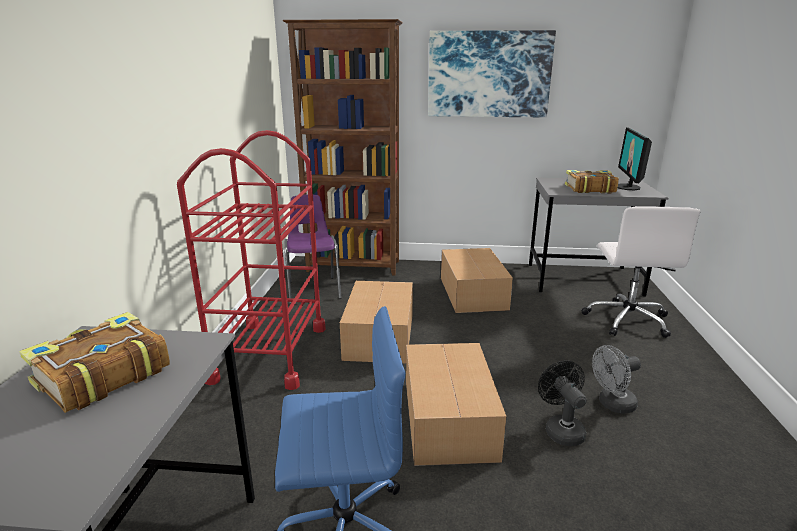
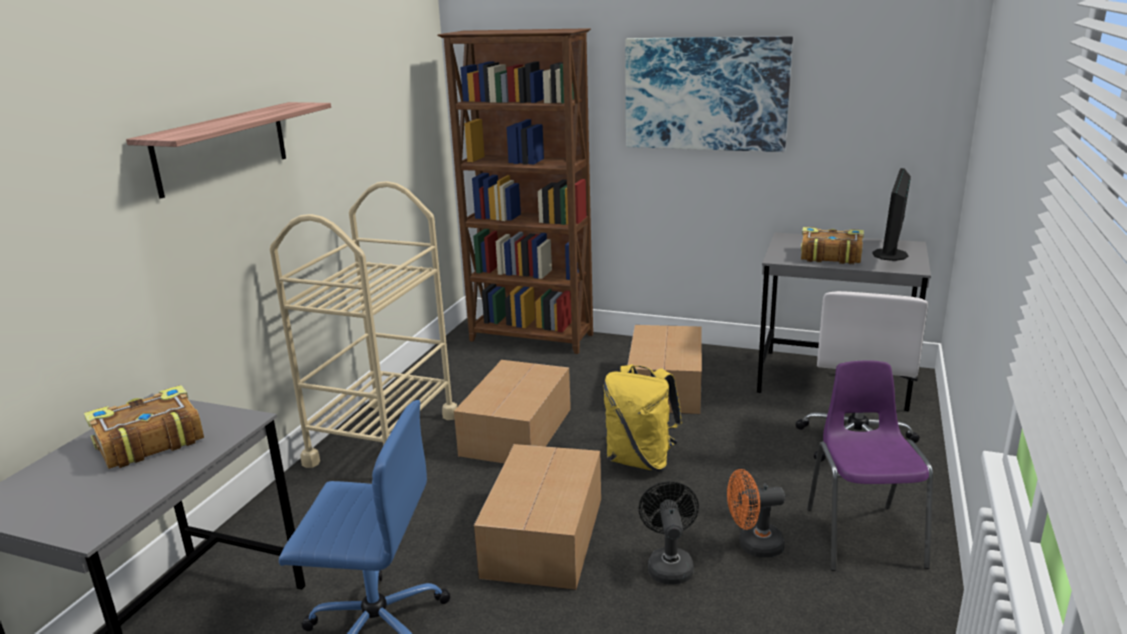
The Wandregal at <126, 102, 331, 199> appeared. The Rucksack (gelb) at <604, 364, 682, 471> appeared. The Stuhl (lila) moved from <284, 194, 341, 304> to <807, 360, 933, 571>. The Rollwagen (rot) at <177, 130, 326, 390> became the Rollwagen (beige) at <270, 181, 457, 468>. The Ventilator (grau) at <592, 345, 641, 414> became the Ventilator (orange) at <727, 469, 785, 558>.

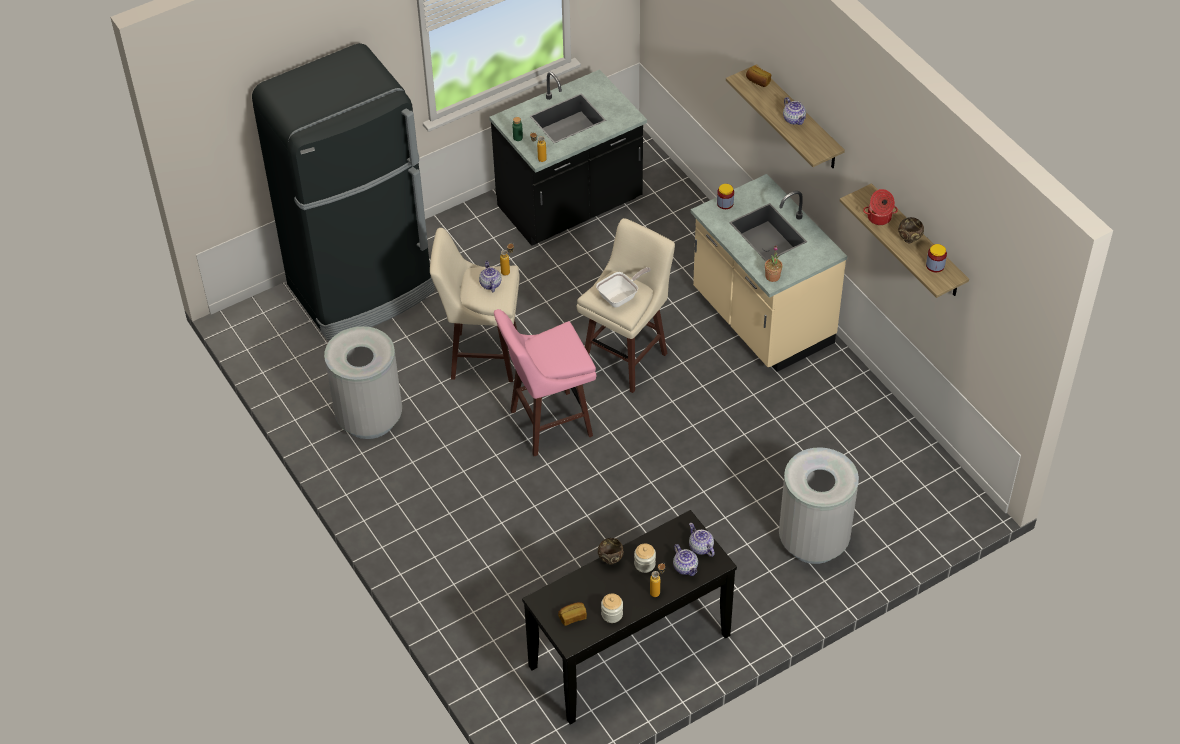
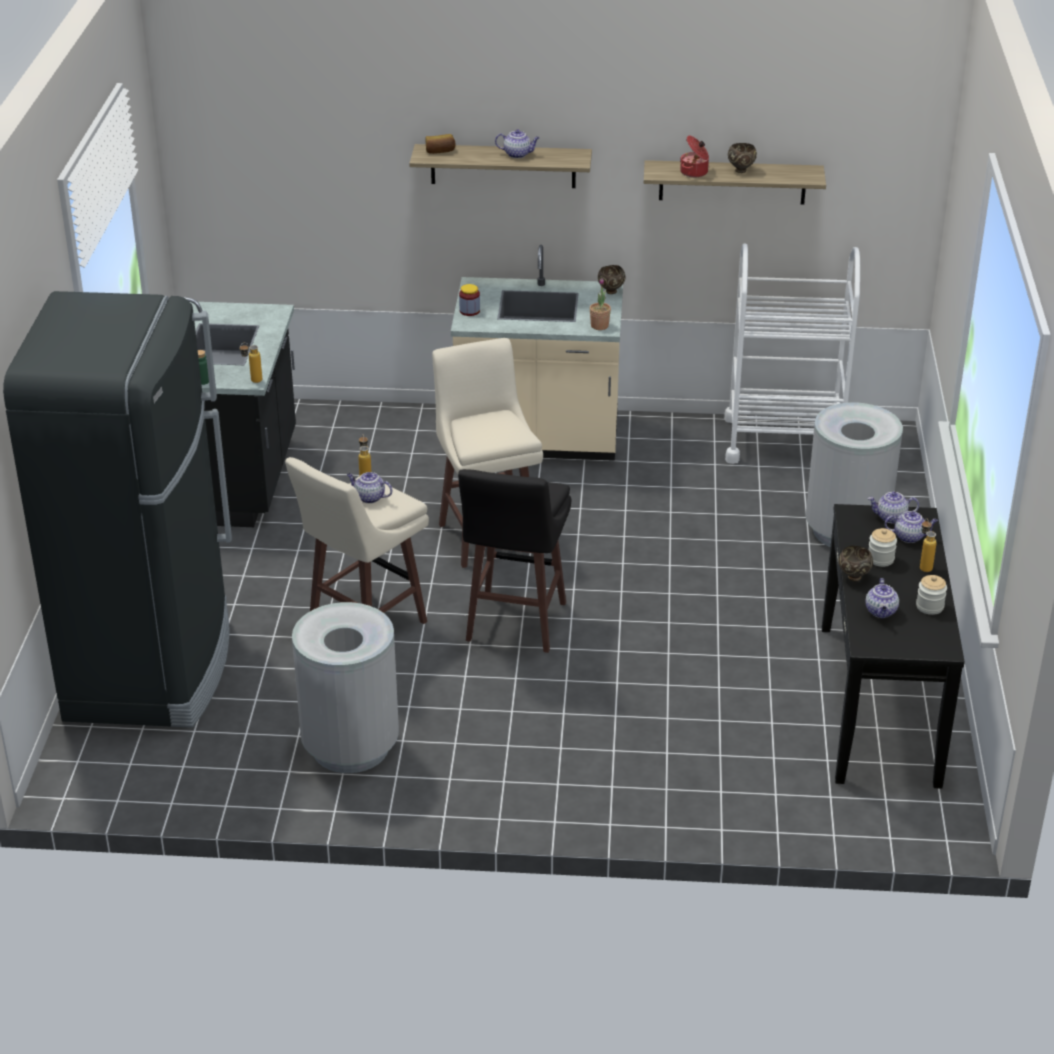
The Brot at <558, 602, 587, 626> disappeared. The Pfanne at <596, 267, 651, 308> disappeared. The Vorratsglas at <926, 244, 947, 272> disappeared. The Schüssel (braun) at <598, 265, 625, 294> appeared. The Rollwagen (weiß) at <724, 243, 860, 464> appeared. The Teekanne at <865, 578, 899, 618> appeared. The Hocker (rosa) at <494, 309, 596, 456> became the Hocker (schwarz) at <458, 469, 571, 653>.

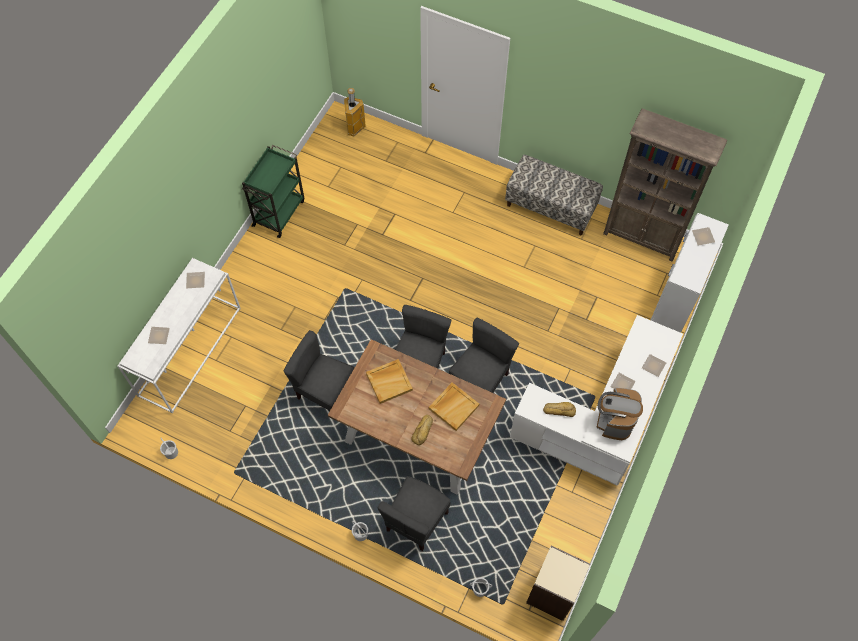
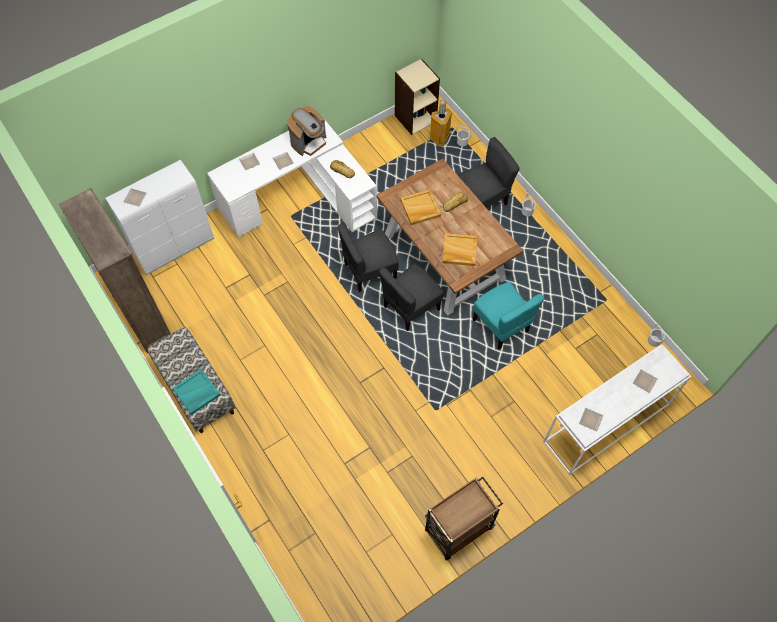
The Tablett (türkis) at <173, 369, 220, 415> appeared. The Mülleimer moved from <344, 88, 366, 137> to <430, 100, 452, 146>. The Rollwagen (grün) at <242, 145, 305, 238> became the Rollwagen (braun) at <425, 476, 503, 560>. The Stuhl (grau) at <284, 330, 355, 411> became the Stuhl (türkis) at <473, 282, 544, 349>.

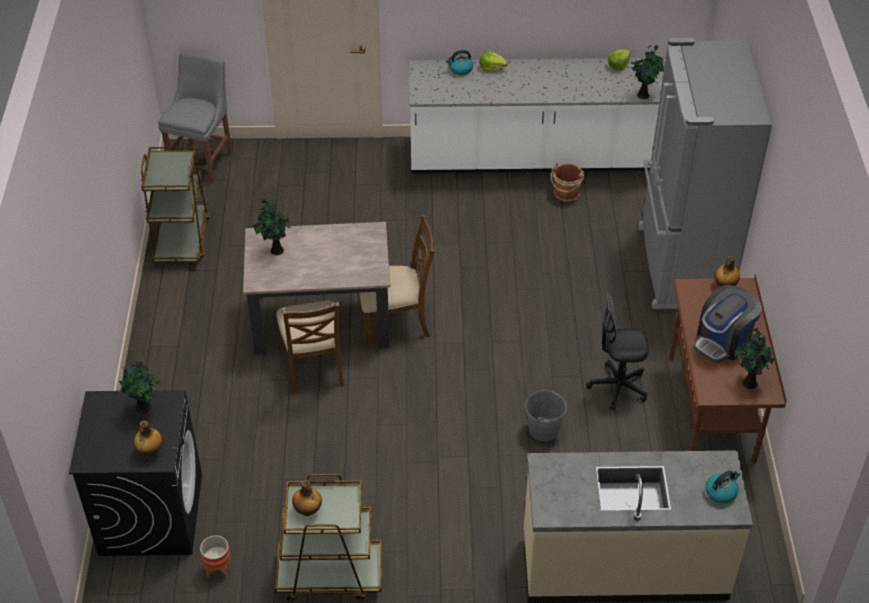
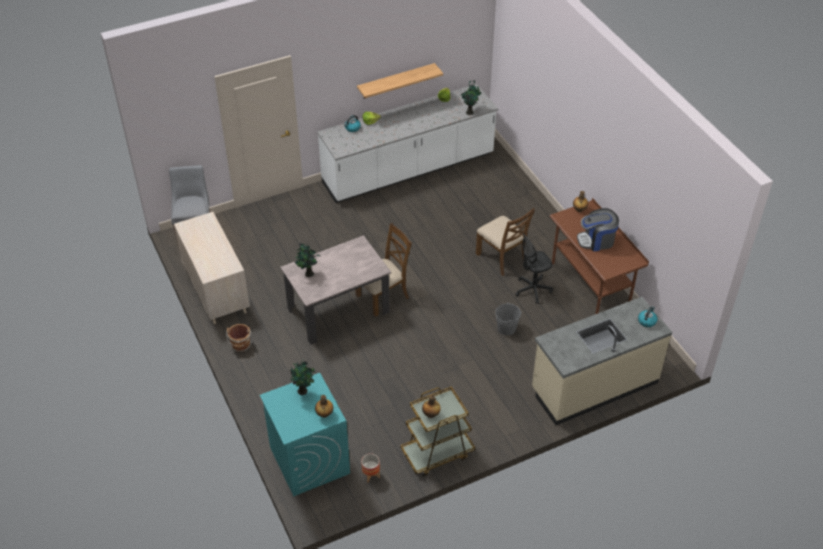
The Kühlschrank (grau) at <638, 38, 772, 309> disappeared. The Topfpflanze at <735, 327, 774, 389> disappeared. The Wandregal at <357, 63, 443, 99> appeared. The Stuhl (braun) moved from <276, 301, 344, 394> to <476, 208, 535, 276>. The Eimer (braun) moved from <551, 163, 584, 202> to <226, 324, 251, 352>. The Rollwagen (braun) at <141, 147, 210, 263> was replaced by the Kommode (beige) at <174, 212, 250, 324>. The Waschmaschine (schwarz) at <69, 390, 202, 556> became the Waschmaschine (türkis) at <260, 373, 350, 496>. The Kaffeemaschine at <693, 285, 762, 363> turned 60 degrees clockwise.

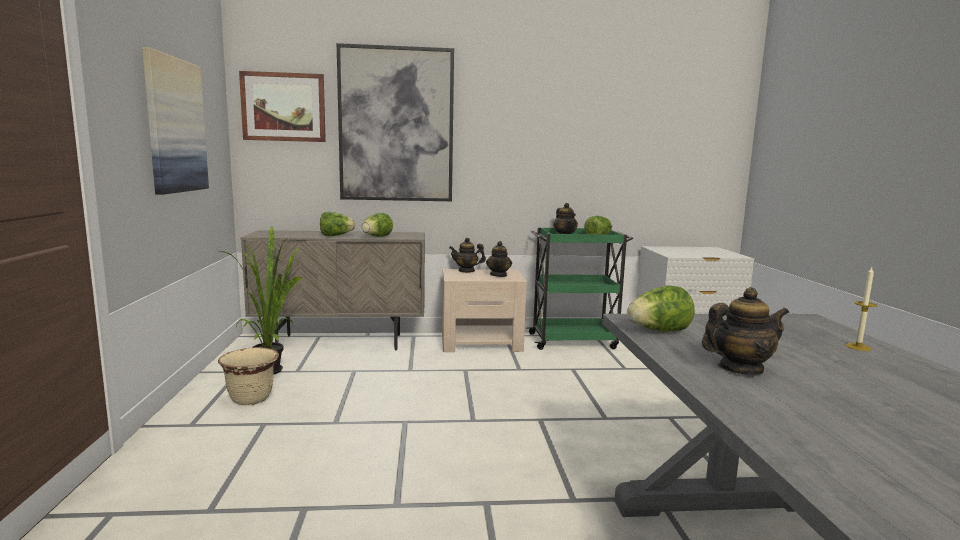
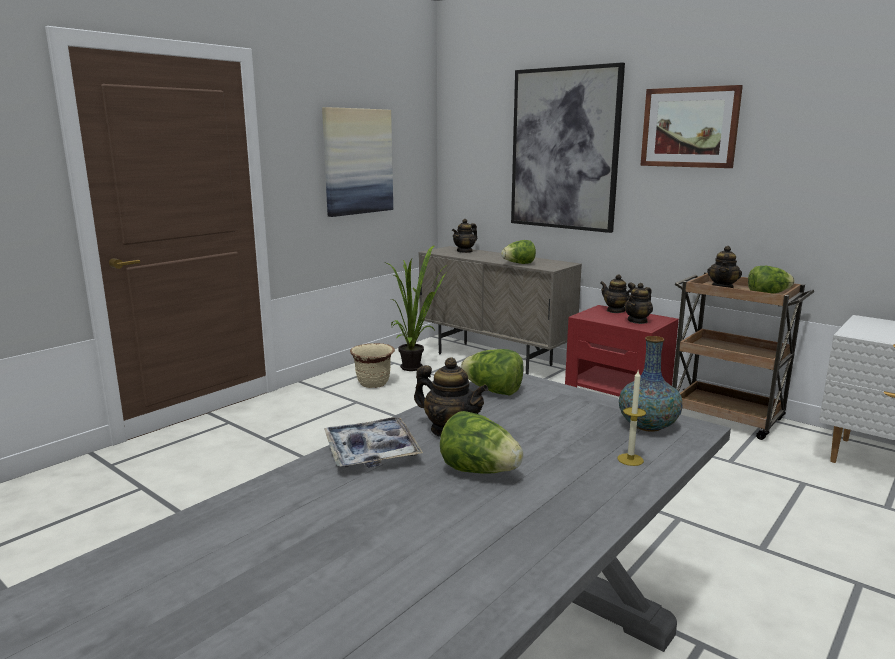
The Tablett at <324, 417, 423, 468> appeared. The Teekanne at <452, 219, 477, 253> appeared. The Vase at <619, 336, 683, 432> appeared. The Bild moved from <239, 71, 326, 142> to <640, 85, 743, 168>. The Salatkopf moved from <320, 212, 355, 236> to <440, 411, 523, 474>. The Nachttisch (beige) at <442, 269, 527, 352> became the Nachttisch (rot) at <565, 305, 679, 396>. The Rollwagen (grün) at <526, 227, 633, 350> became the Rollwagen (braun) at <672, 272, 814, 440>.

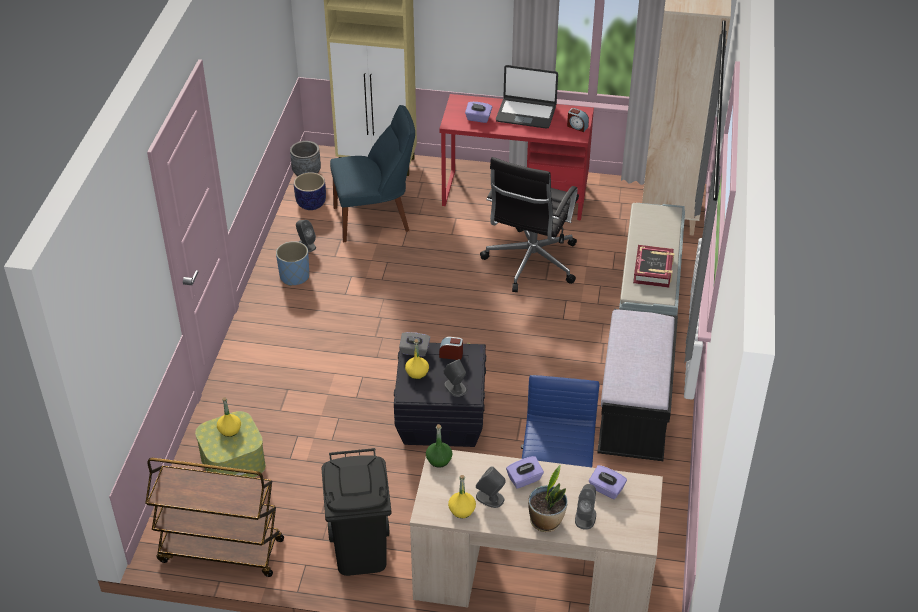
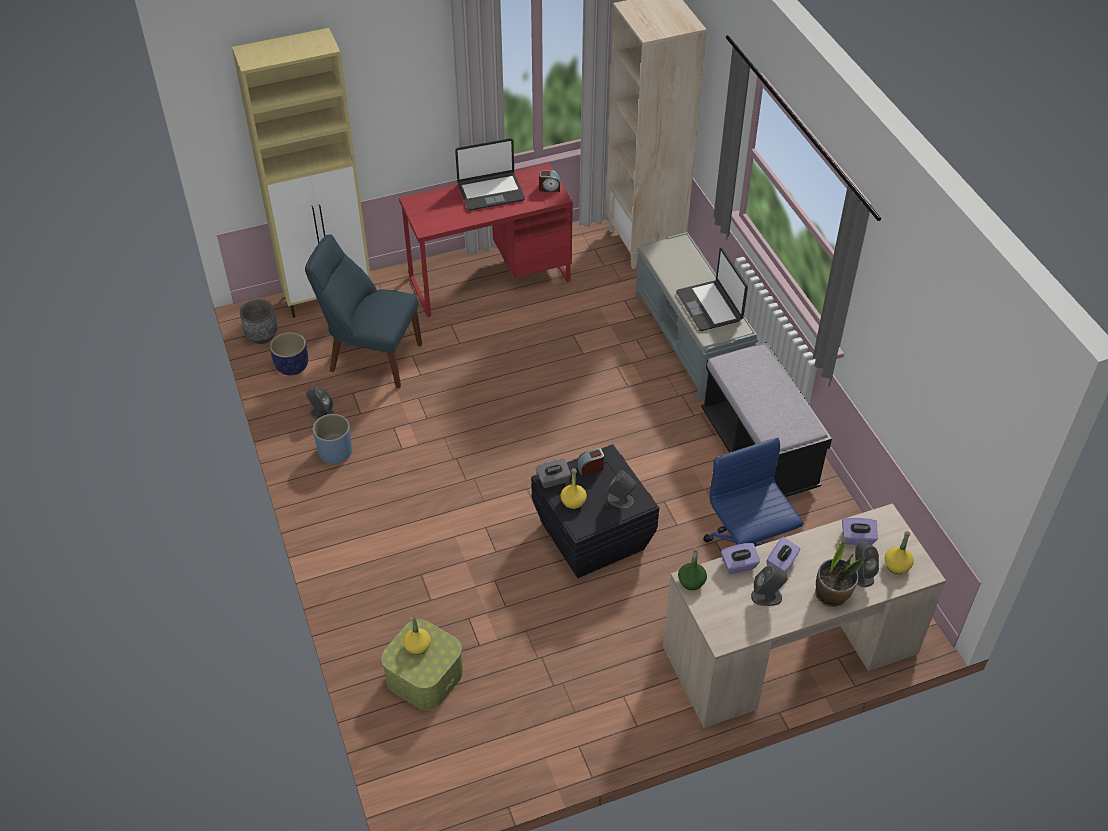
The Rollwagen (braun) at <145, 458, 284, 577> disappeared. The Mülleimer (schwarz) at <321, 448, 392, 576> disappeared. The Bürostuhl (schwarz) at <480, 157, 579, 292> disappeared. The Flasche (gelb) moved from <448, 475, 476, 518> to <885, 531, 914, 574>. The Taschentuchbox (lila) moved from <465, 102, 492, 123> to <721, 543, 760, 574>. The Buch at <633, 245, 674, 288> was replaced by the Laptop at <676, 248, 748, 331>. The Stuhl (blau) at <330, 105, 415, 242> turned 120 degrees counterclockwise.

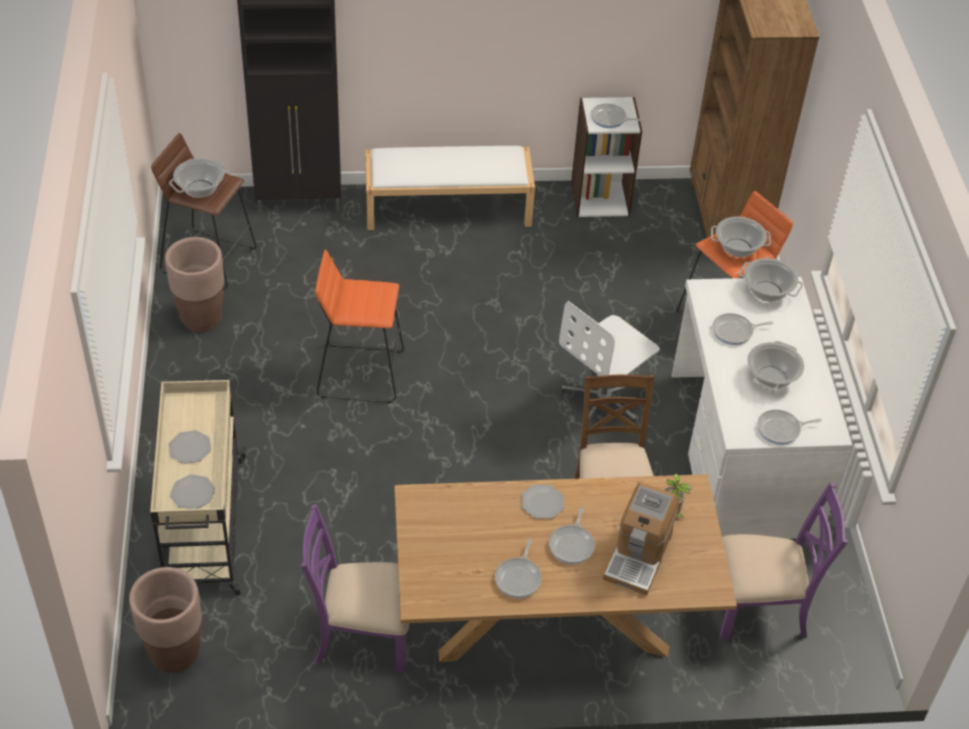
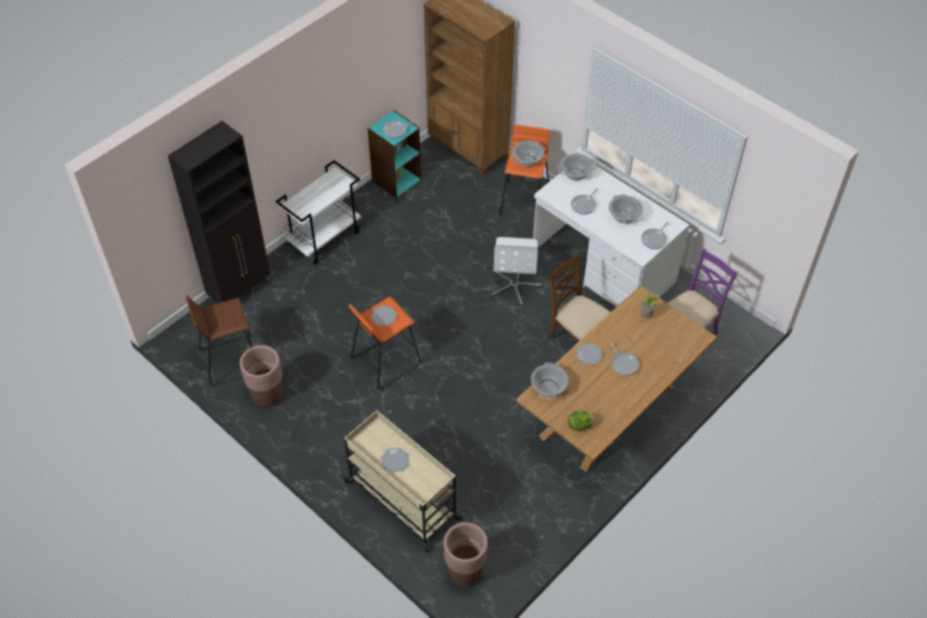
The Stuhl (lila) at <301, 504, 409, 672> disappeared. The Pfanne at <495, 539, 541, 598> disappeared. The Kaffeemaschine at <603, 483, 679, 595> disappeared. The Salatkopf at <568, 411, 594, 431> appeared. The Kochtopf moved from <169, 158, 228, 198> to <531, 362, 569, 400>. The Teller moved from <170, 474, 215, 509> to <371, 305, 397, 326>. The Bank (weiß) at <365, 146, 535, 230> was replaced by the Rollwagen (weiß) at <276, 160, 361, 265>. The Bücherregal (weiß) at <571, 97, 642, 217> became the Bücherregal (türkis) at <367, 110, 421, 198>.

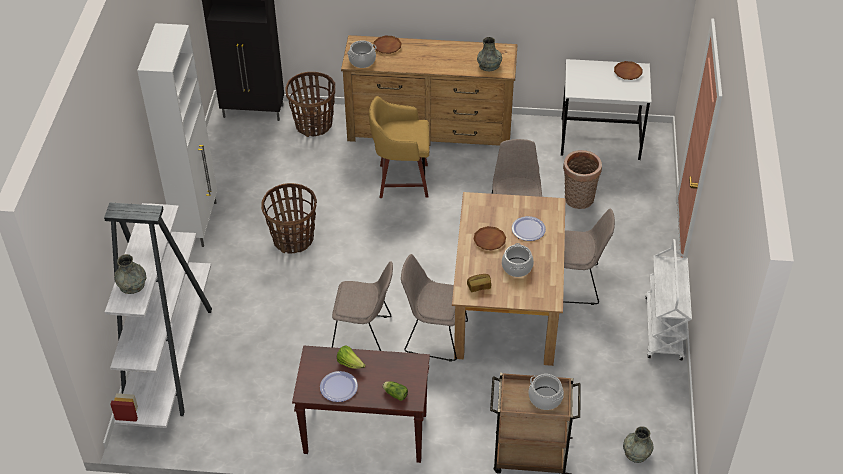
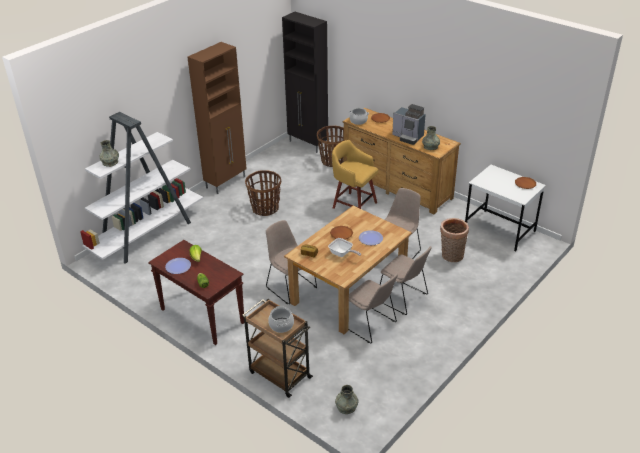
The Rollwagen (weiß) at <645, 239, 692, 360> disappeared. The Kaffeemaschine at <392, 104, 426, 145> appeared. The Stuhl (beige) moved from <332, 261, 393, 351> to <349, 273, 398, 343>. The Kochtopf at <502, 243, 534, 277> was replaced by the Pfanne at <328, 238, 361, 257>. The Schrank (weiß) at <137, 23, 217, 247> became the Schrank (braun) at <187, 42, 247, 194>.

